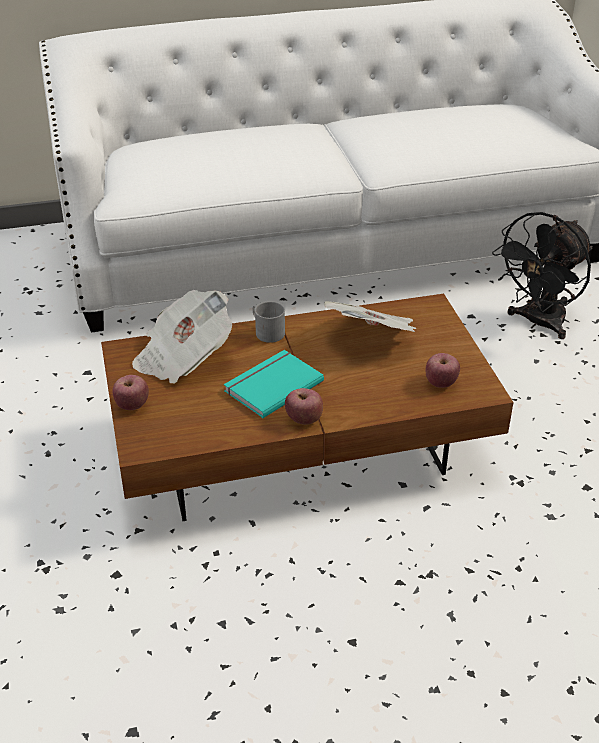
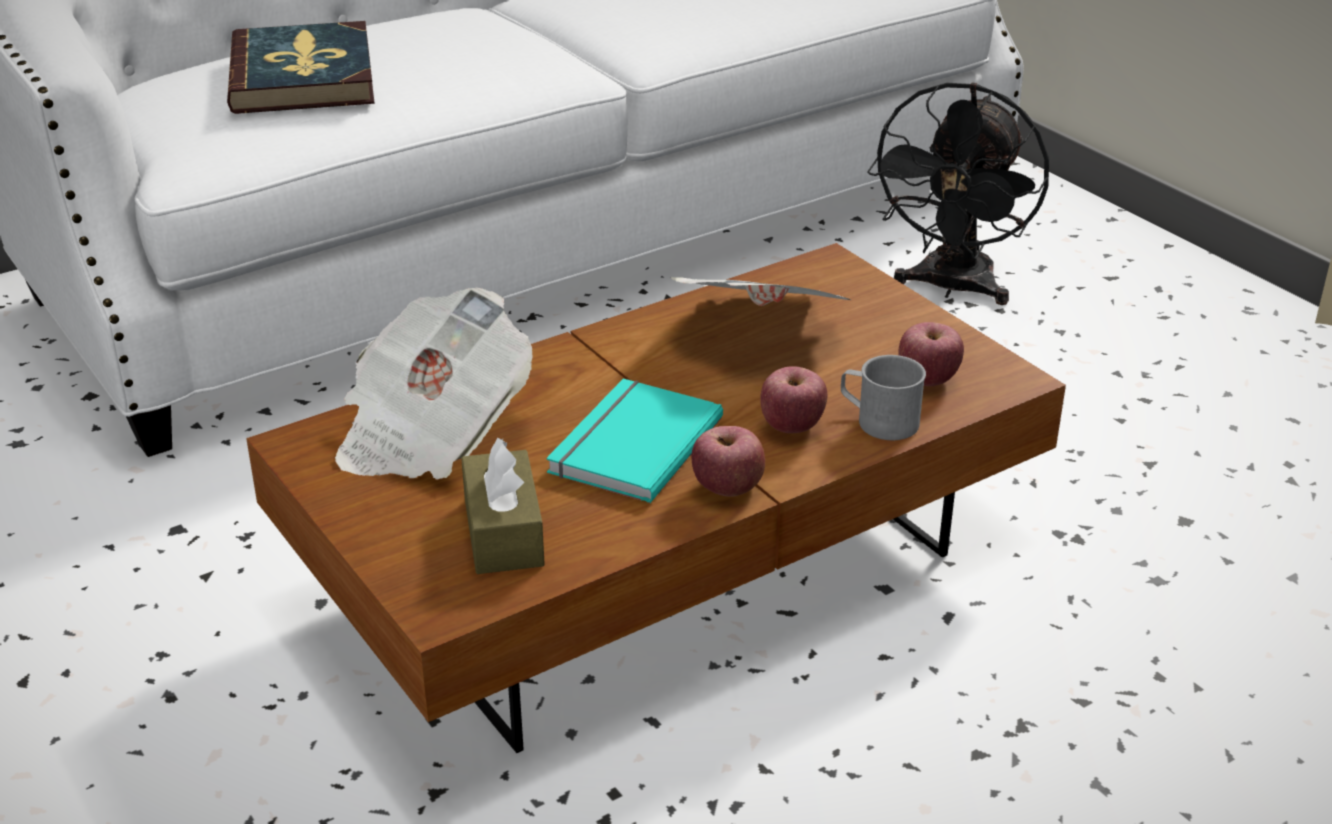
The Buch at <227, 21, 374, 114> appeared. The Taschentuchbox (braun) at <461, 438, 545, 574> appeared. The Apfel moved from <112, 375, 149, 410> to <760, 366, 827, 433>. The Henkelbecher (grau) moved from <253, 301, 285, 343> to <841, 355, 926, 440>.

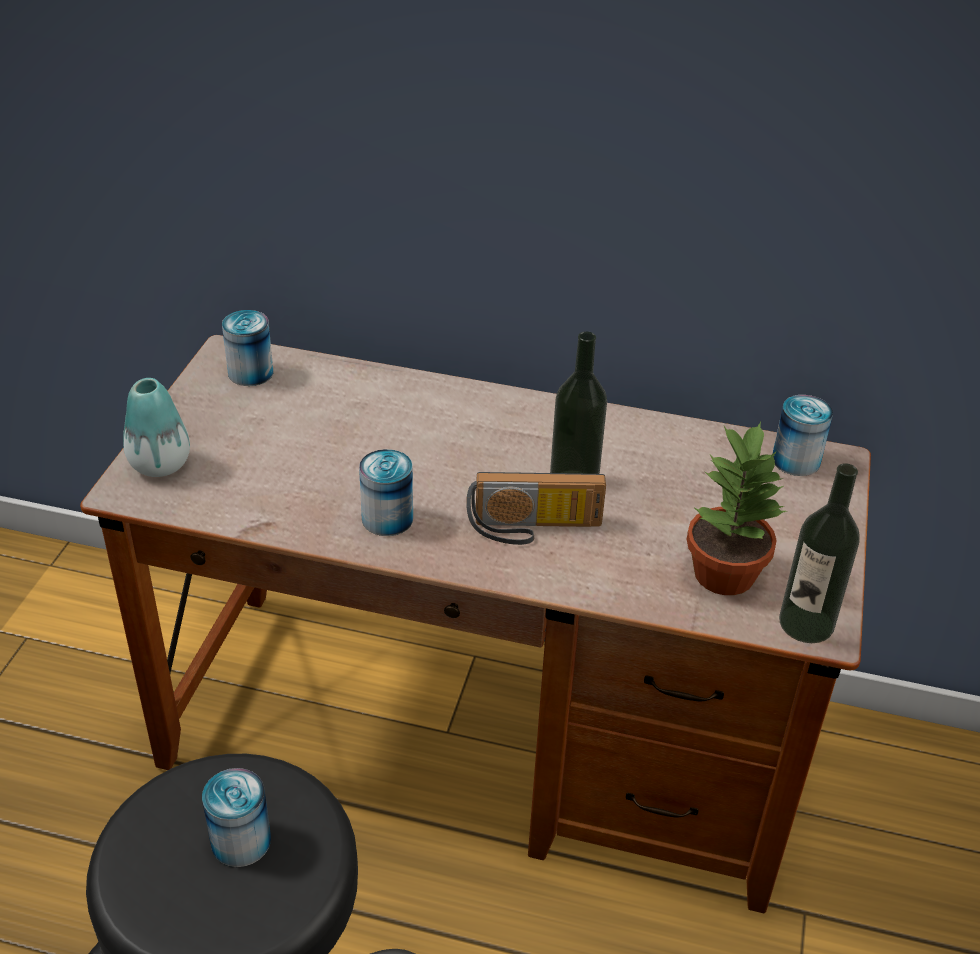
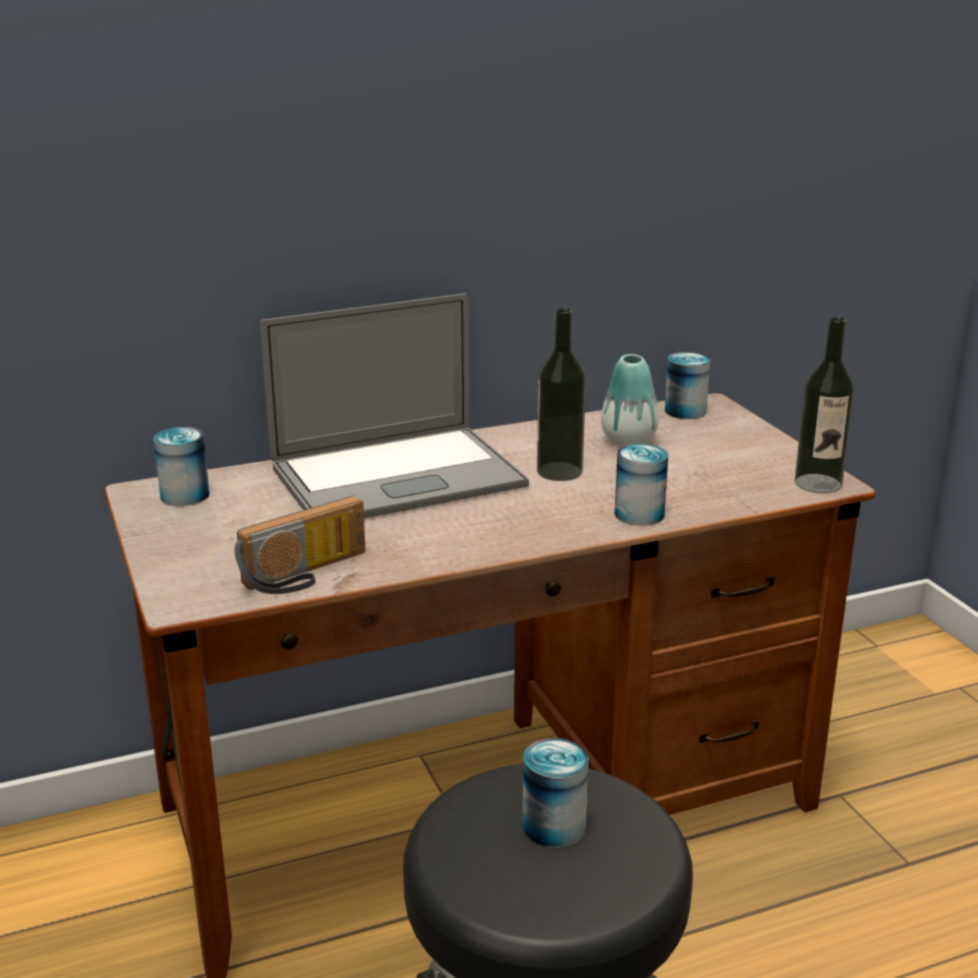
The Topfpflanze at <687, 422, 786, 595> disappeared. The Laptop at <260, 293, 529, 518> appeared. The Vase moved from <123, 378, 190, 477> to <601, 354, 659, 446>. The Dose moved from <359, 449, 413, 536> to <615, 444, 668, 526>. The Radio moved from <466, 472, 606, 545> to <234, 496, 365, 594>.

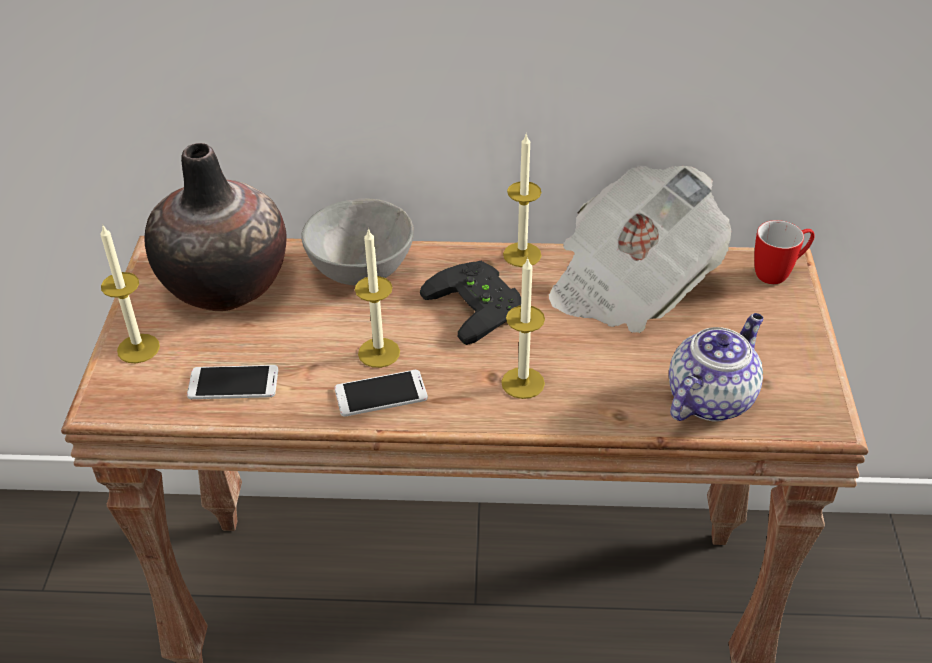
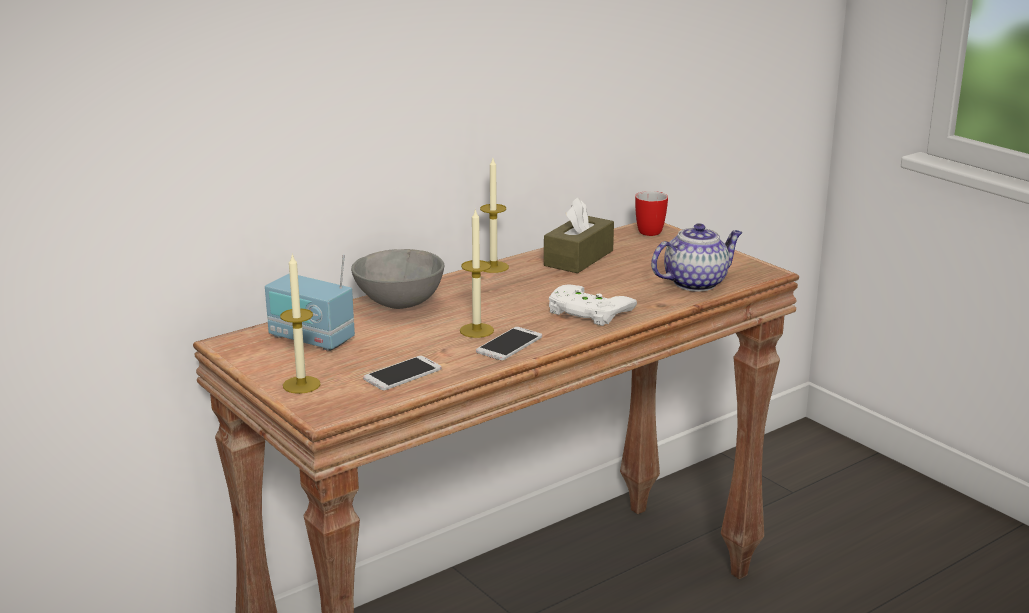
The Gamepad (schwarz) at <420, 261, 521, 345> disappeared. The Vase at <144, 143, 286, 311> was replaced by the Radio at <265, 254, 355, 351>. The Kerze at <501, 257, 545, 399> was replaced by the Gamepad (weiß) at <549, 284, 637, 326>. The Zeitung at <549, 166, 731, 333> was replaced by the Taschentuchbox (braun) at <544, 197, 614, 273>. The Teekanne at <669, 313, 763, 422> turned 60 degrees clockwise.

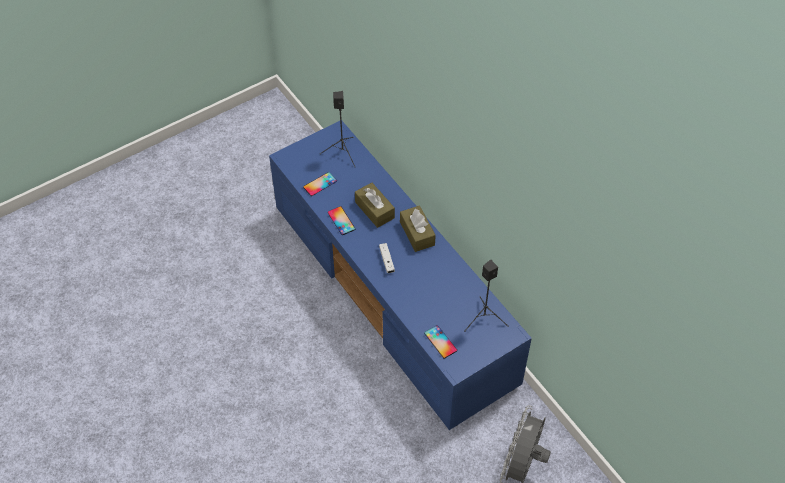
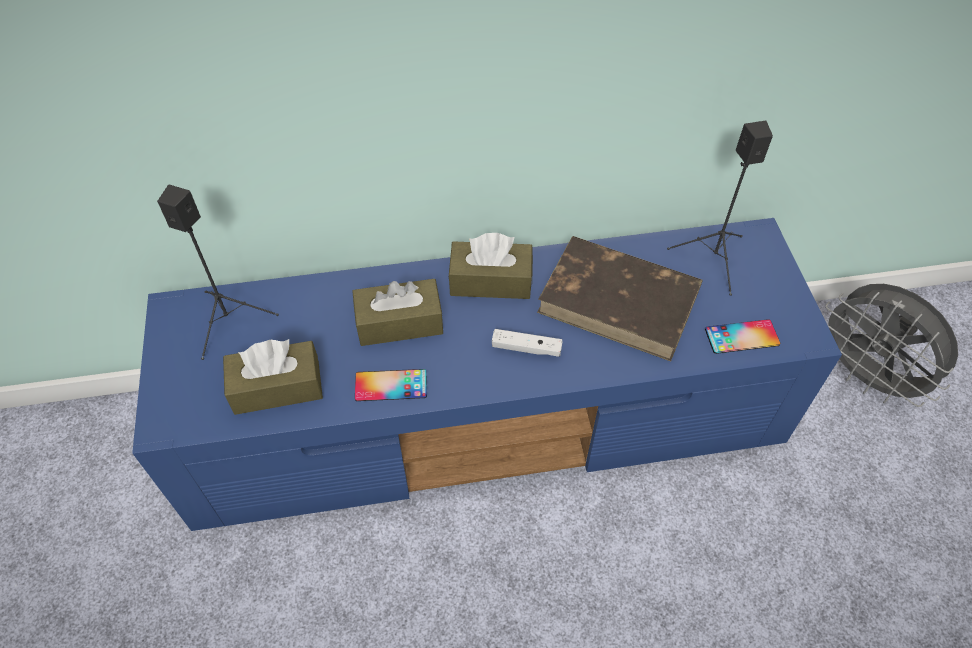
The Buch (braun) at <537, 236, 703, 361> appeared. The Handy at <303, 172, 337, 196> was replaced by the Taschentuchbox (braun) at <223, 339, 323, 415>.

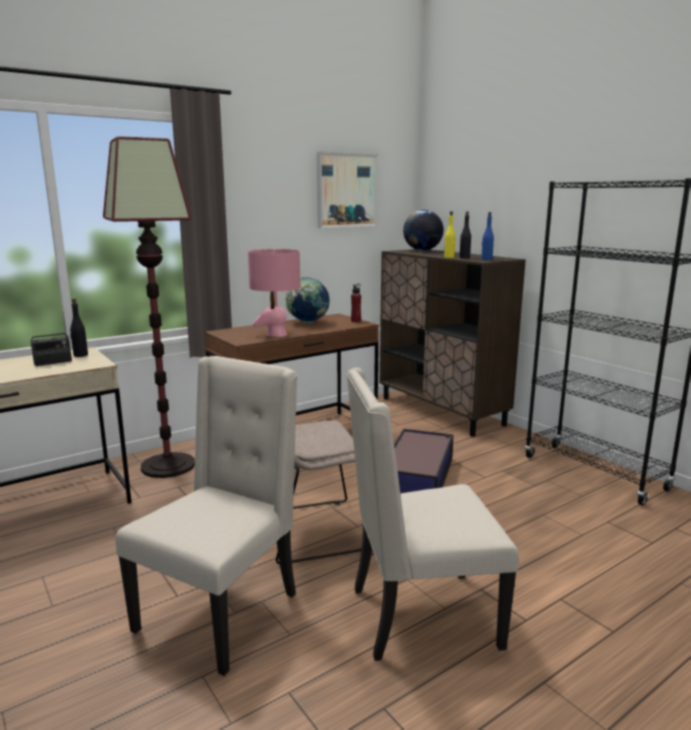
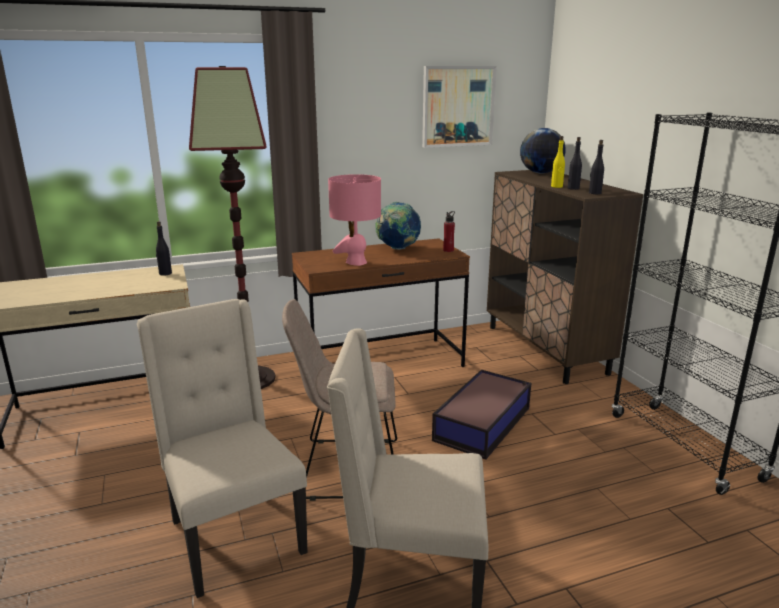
The Radio at <31, 312, 72, 366> disappeared. The Flasche (blau) at <481, 212, 494, 260> became the Flasche (schwarz) at <589, 140, 604, 194>. The Stuhl (beige) at <116, 356, 297, 676> turned 75 degrees counterclockwise.

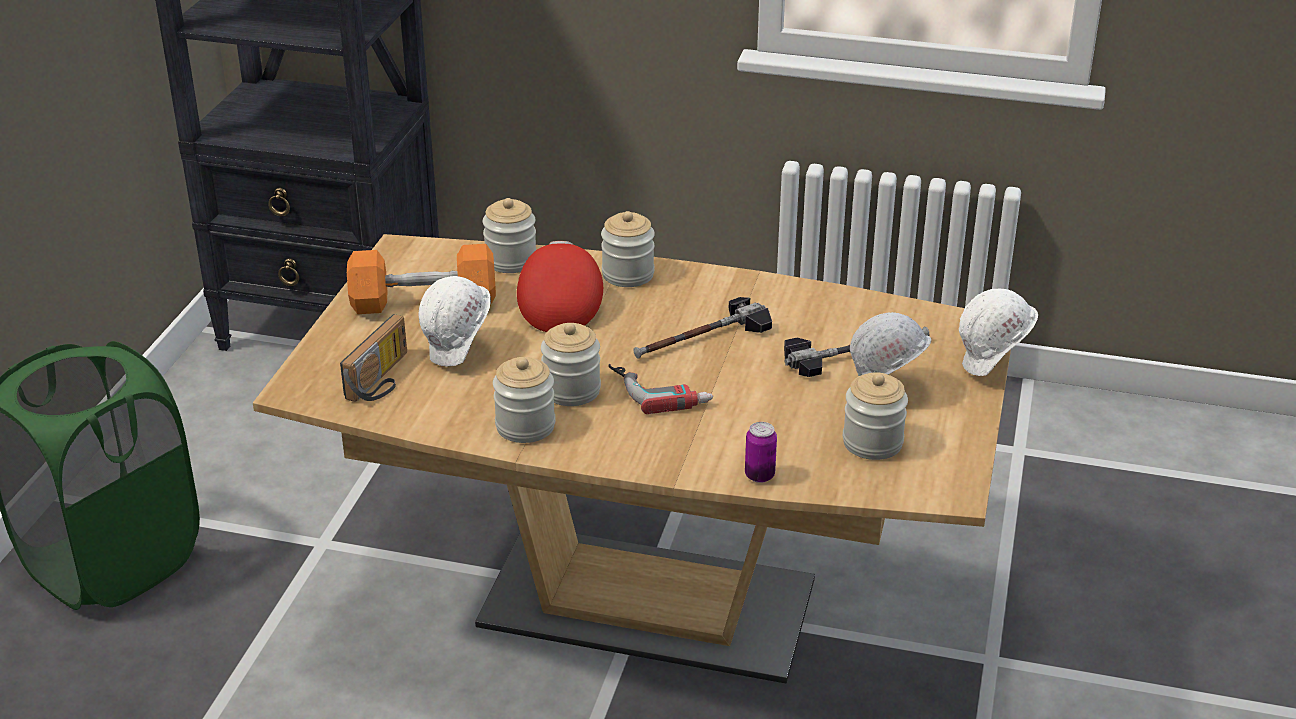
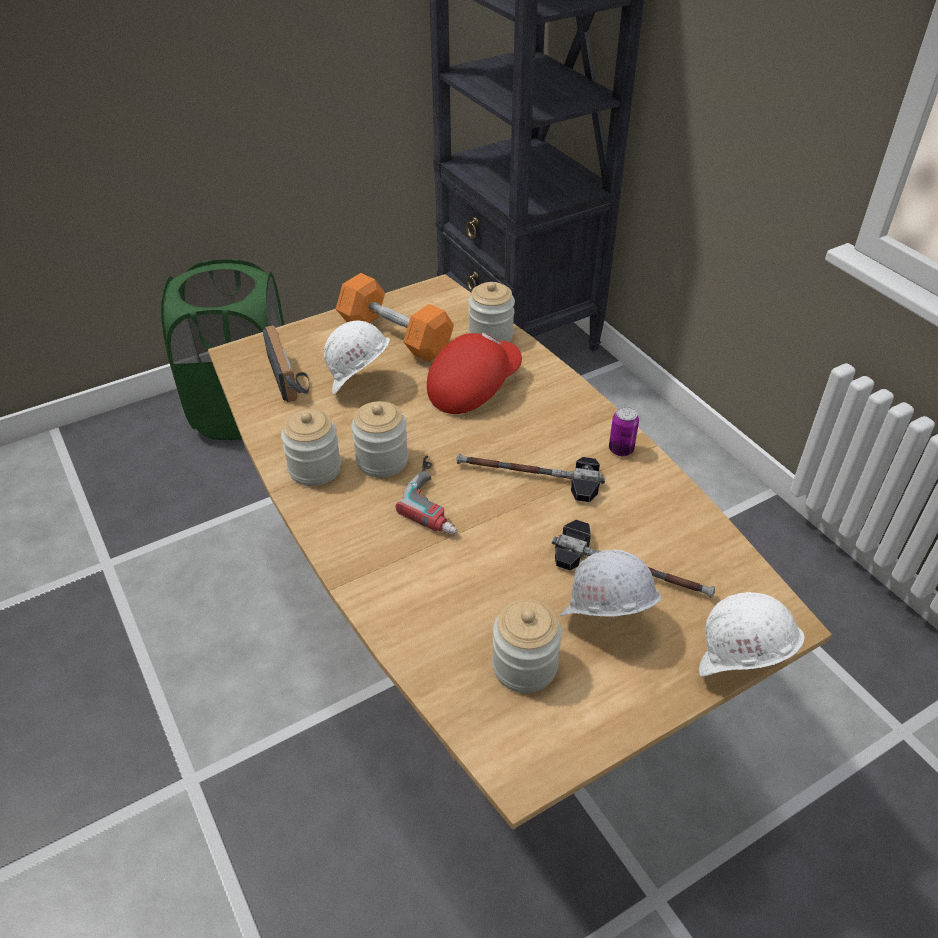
The Vorratsglas at <601, 211, 655, 287> disappeared. The Dose moved from <745, 422, 777, 483> to <609, 406, 639, 456>. The Radio at <340, 314, 407, 402> turned 90 degrees counterclockwise.

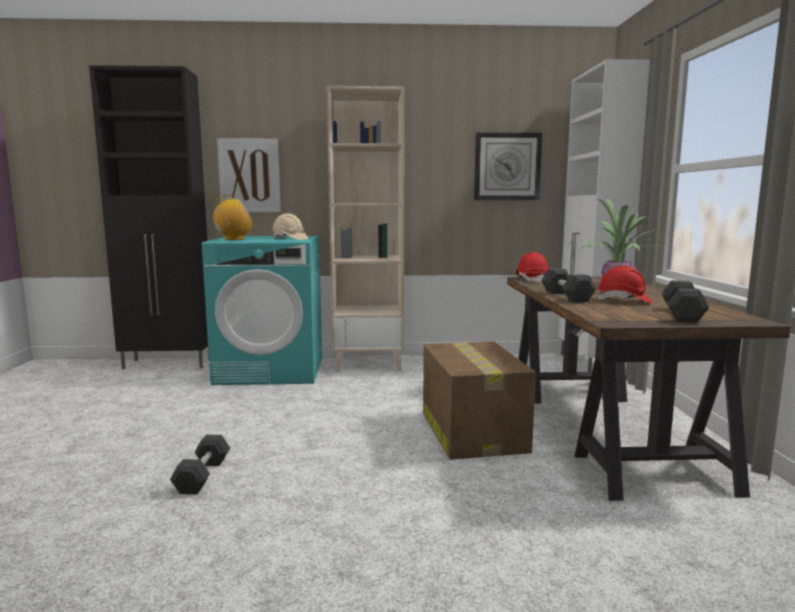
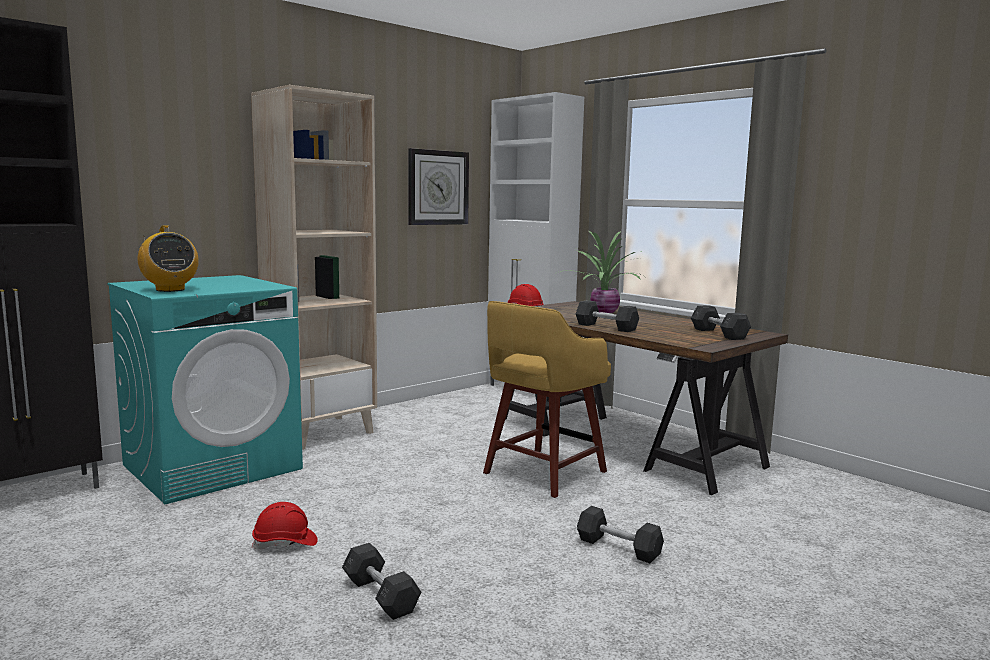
The Bild at <217, 138, 281, 212> disappeared. The Schutzhelm (beige) at <272, 213, 308, 240> disappeared. The Hantel (grau) at <577, 506, 664, 563> appeared. The Schutzhelm (rot) moved from <596, 265, 653, 304> to <252, 502, 318, 550>. The Karton at <423, 341, 536, 460> was replaced by the Hocker (gelb) at <483, 301, 611, 498>. The Radio at <213, 195, 253, 240> turned 120 degrees clockwise.

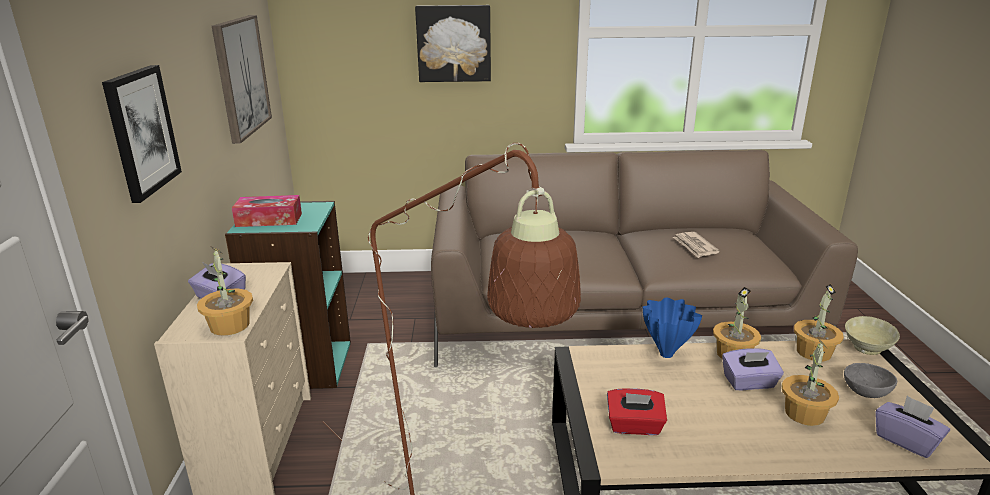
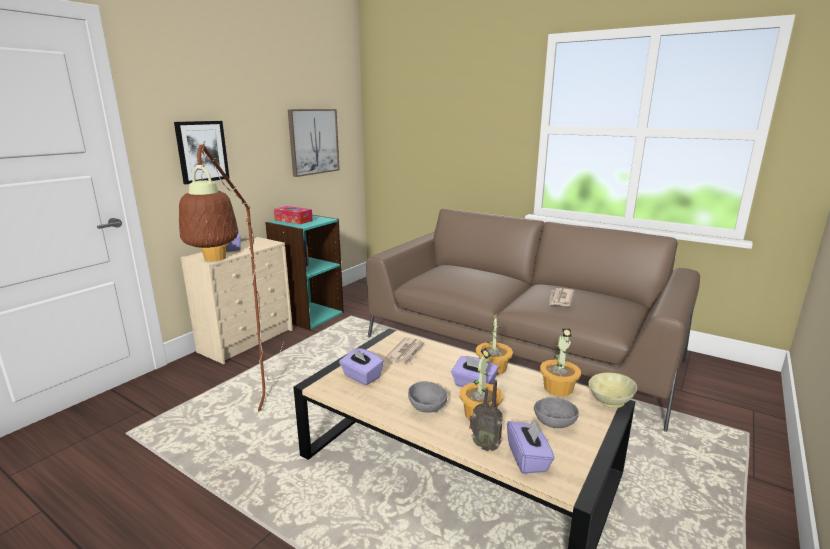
The Bild at <415, 5, 491, 82> disappeared. The Vase (blau) at <643, 297, 702, 358> disappeared. The Zeitung at <385, 337, 425, 363> appeared. The Schüssel (grau) at <408, 381, 447, 413> appeared. The Radio at <469, 380, 503, 451> appeared. The Taschentuchbox (rot) at <607, 388, 667, 435> became the Taschentuchbox (lila) at <339, 348, 384, 385>.

